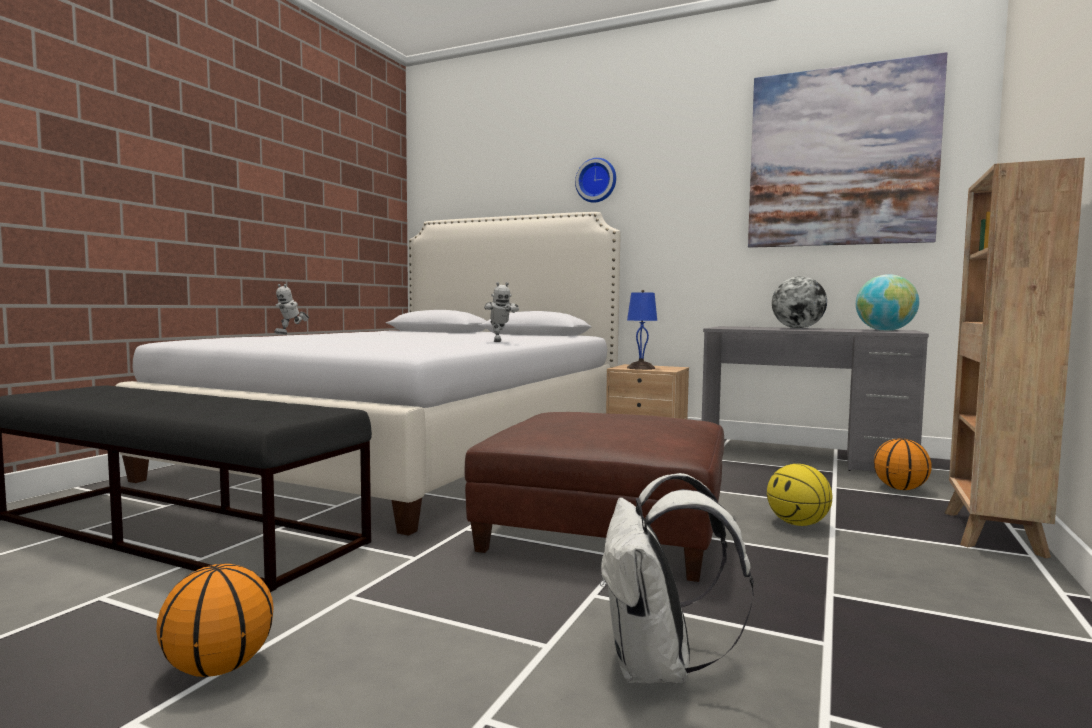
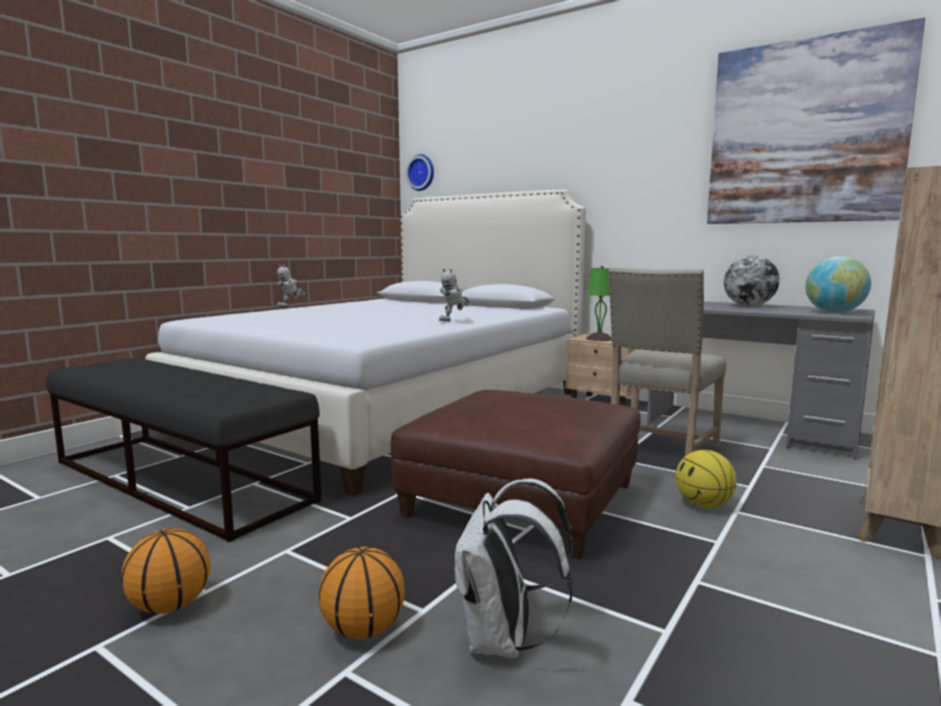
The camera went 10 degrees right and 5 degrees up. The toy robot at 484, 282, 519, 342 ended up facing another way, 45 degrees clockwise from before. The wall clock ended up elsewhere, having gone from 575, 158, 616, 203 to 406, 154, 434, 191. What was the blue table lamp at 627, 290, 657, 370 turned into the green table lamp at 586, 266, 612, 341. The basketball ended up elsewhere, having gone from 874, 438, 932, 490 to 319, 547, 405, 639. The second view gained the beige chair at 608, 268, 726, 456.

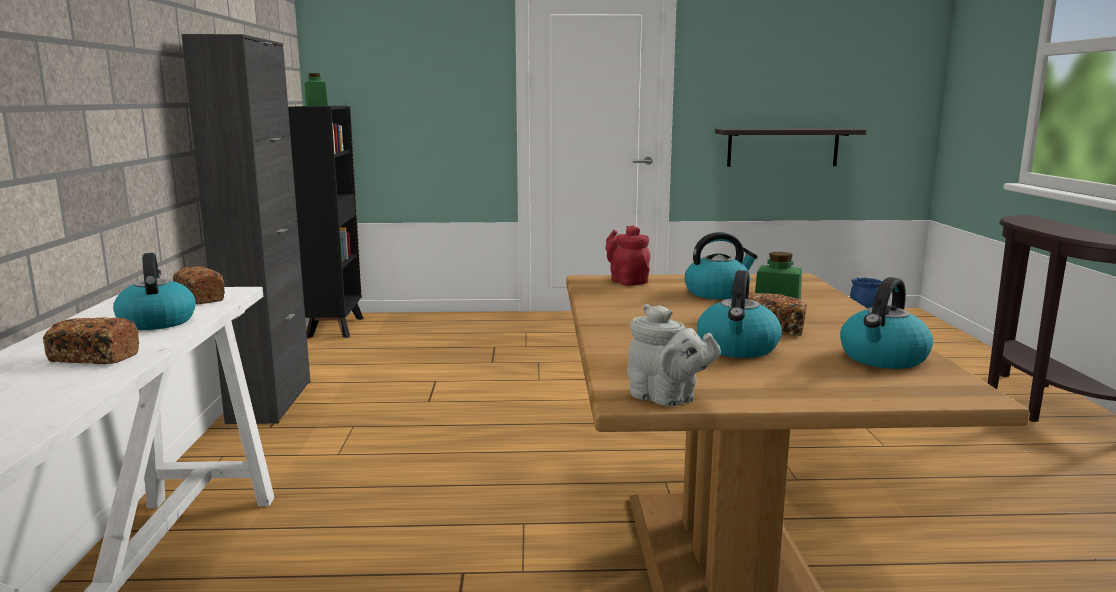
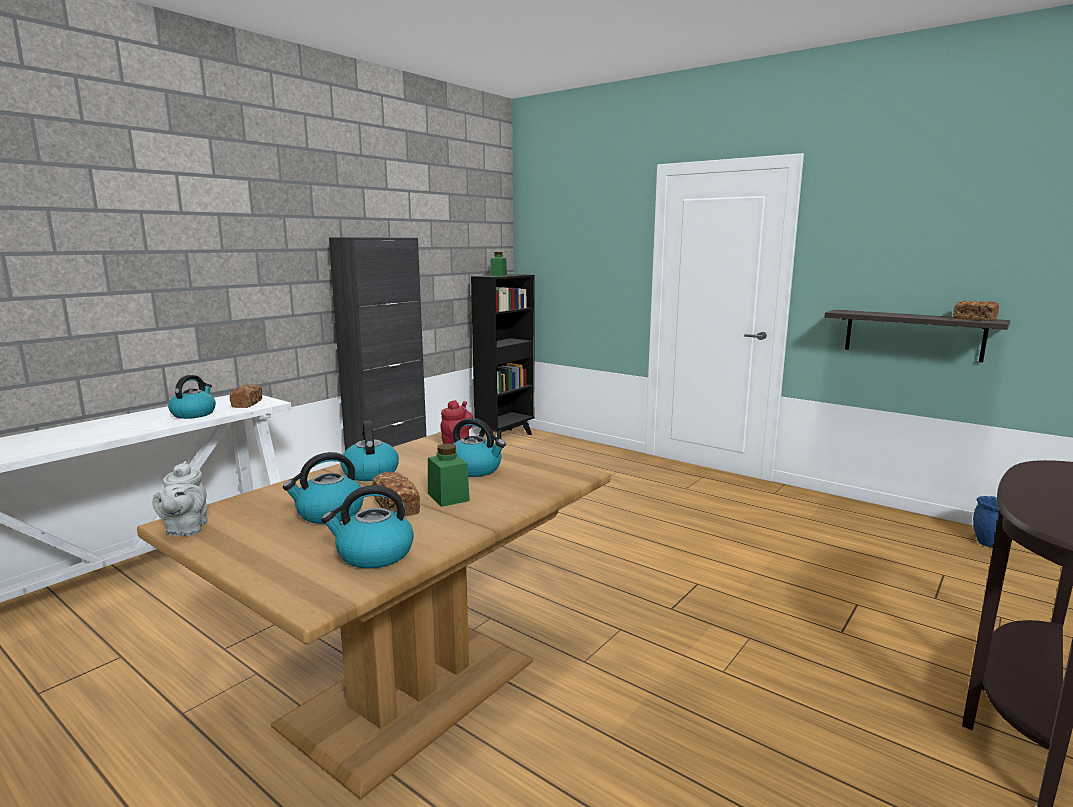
The camera went 40 degrees right and 0 degrees up. The bread ended up elsewhere, having gone from 43, 318, 139, 364 to 953, 301, 999, 321. The second view gained the kettle at 341, 421, 399, 481.

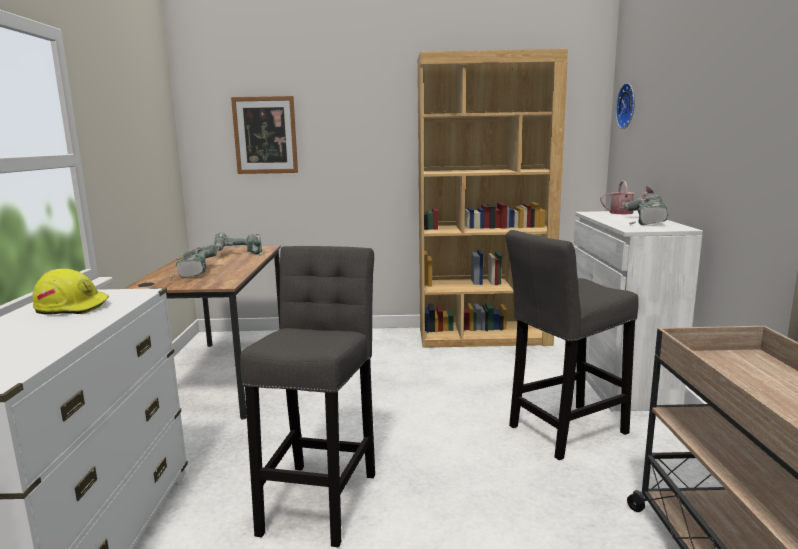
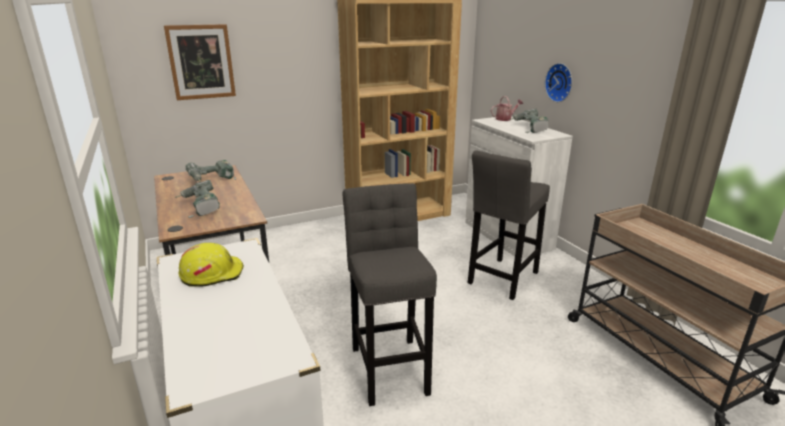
The camera went 25 degrees left and 10 degrees up. The wall clock ended up elsewhere, having gone from 616, 83, 635, 129 to 545, 63, 572, 102.

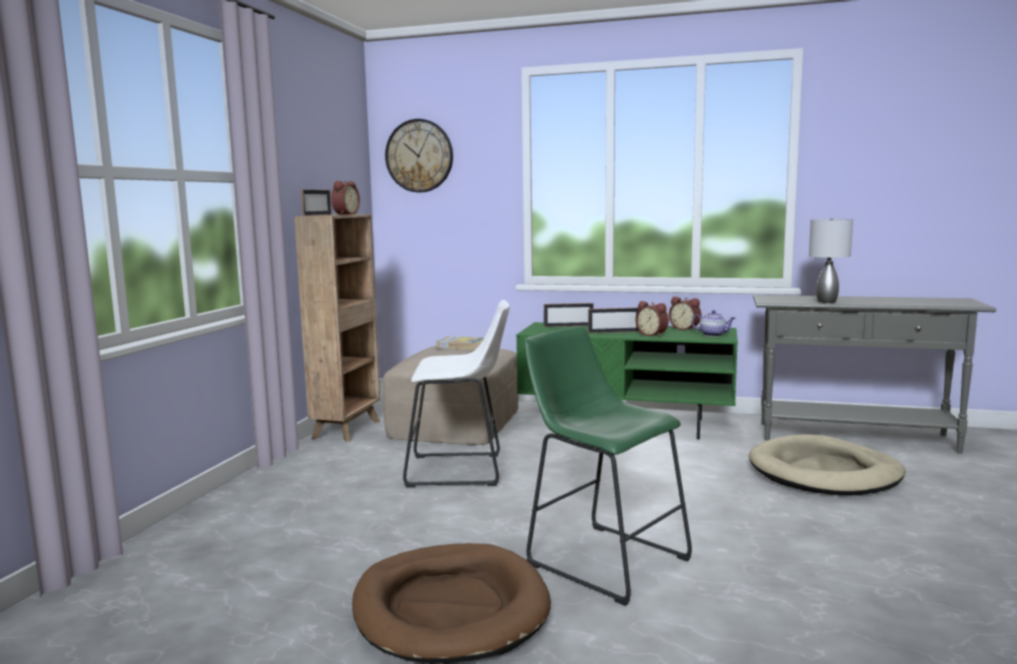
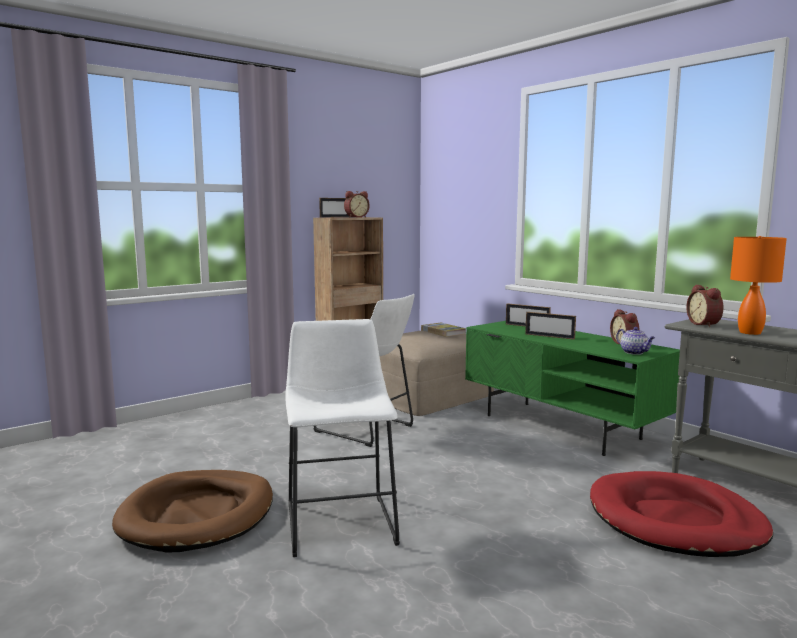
The camera went 35 degrees right and 0 degrees up. The second view lost the wall clock at 385, 119, 453, 192. What was the green stool at 524, 326, 692, 606 turned into the white stool at 285, 319, 400, 557. The alarm clock ended up elsewhere, having gone from 635, 301, 669, 337 to 686, 285, 724, 327. What was the beige dog bed at 749, 434, 905, 496 turned into the red dog bed at 590, 471, 773, 557. What was the grey table lamp at 809, 218, 853, 303 turned into the orange table lamp at 730, 236, 787, 335.

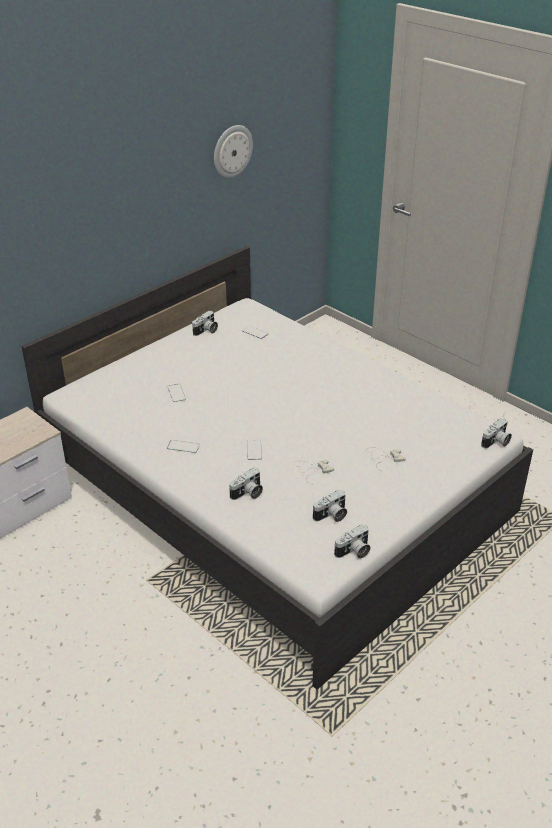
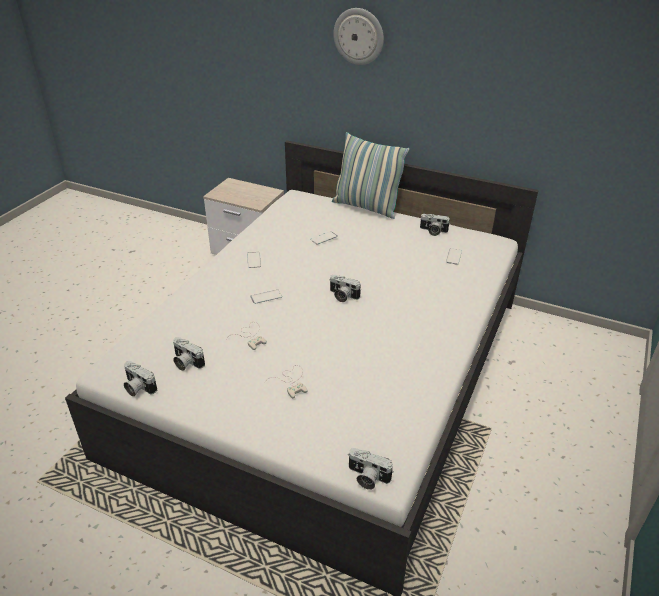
The camera went 70 degrees right and 0 degrees up. The wall clock ended up elsewhere, having gone from 214, 125, 253, 178 to 333, 8, 384, 65. The photo camera ended up elsewhere, having gone from 229, 468, 263, 500 to 330, 275, 361, 302. The second view gained the pillow at 332, 132, 410, 219.

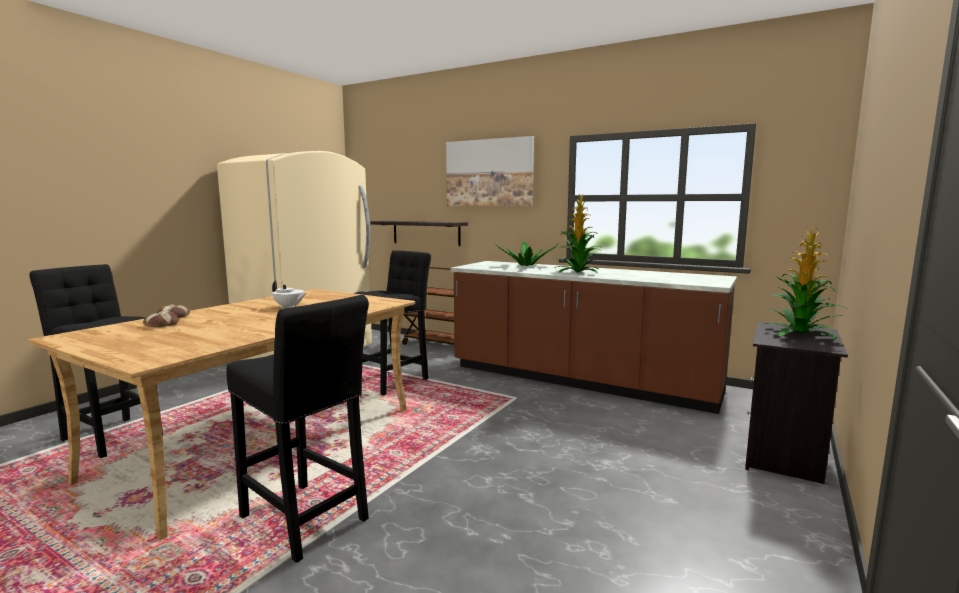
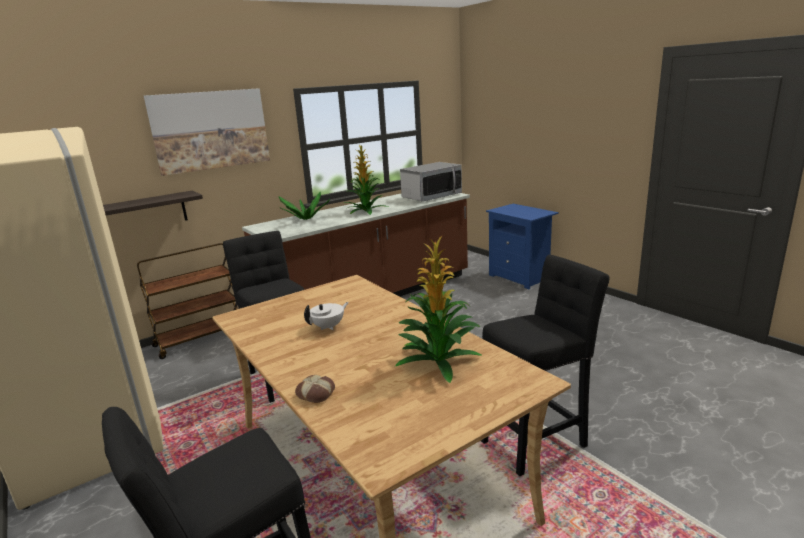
The camera went 65 degrees left and 10 degrees up. The second view lost the bread at 143, 311, 179, 327. What was the black nightstand at 745, 322, 848, 484 turned into the blue nightstand at 486, 204, 559, 289. The potted plant ended up elsewhere, having gone from 764, 226, 847, 340 to 395, 235, 482, 383. The second view gained the microwave at 400, 162, 462, 202.

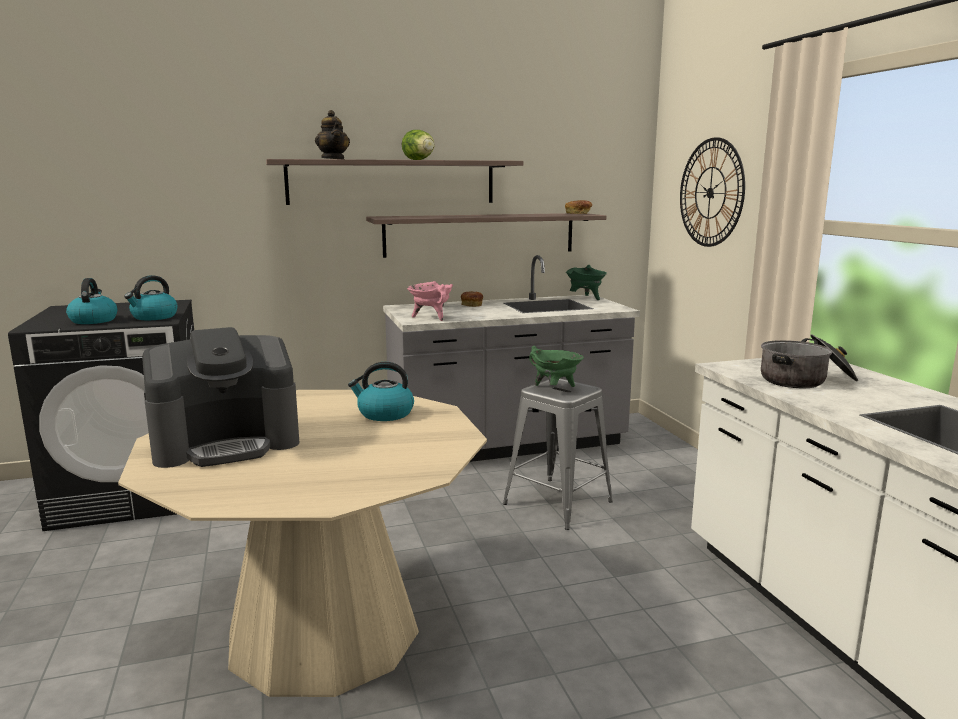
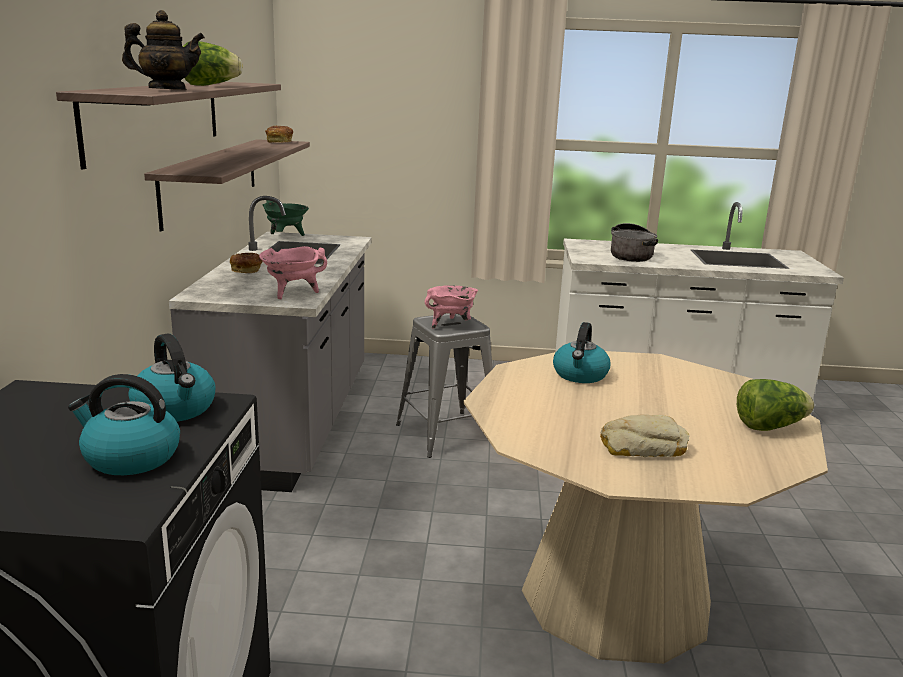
The camera went 70 degrees left and 5 degrees up. Where the coffee machine stood at 142, 327, 299, 468, the bread came to stand at 600, 414, 689, 457. What was the green cooking pot at 529, 346, 584, 387 turned into the pink cooking pot at 425, 285, 478, 328. The second view lost the wall clock at 680, 137, 745, 247. The second view gained the lettuce at 737, 379, 814, 431.

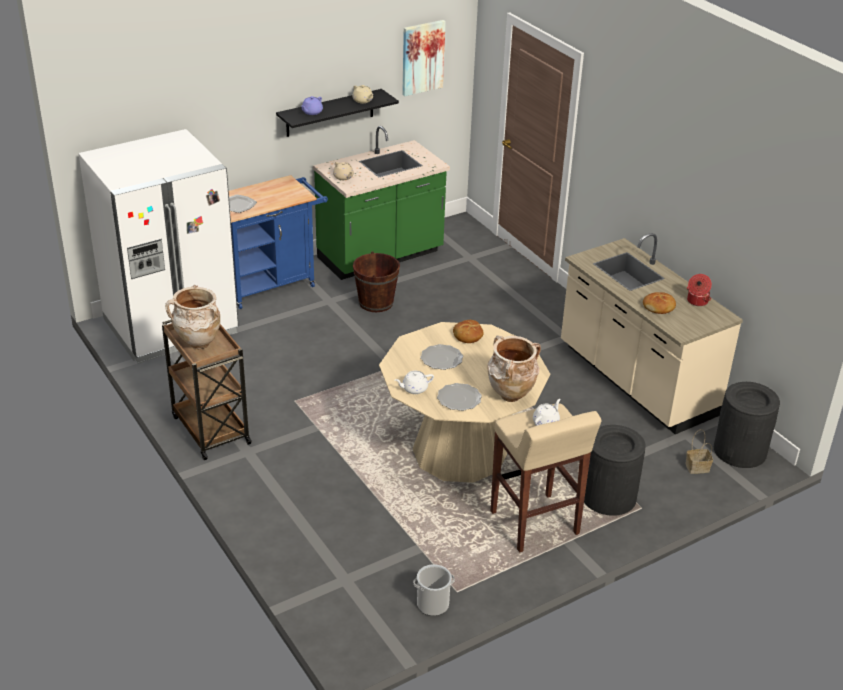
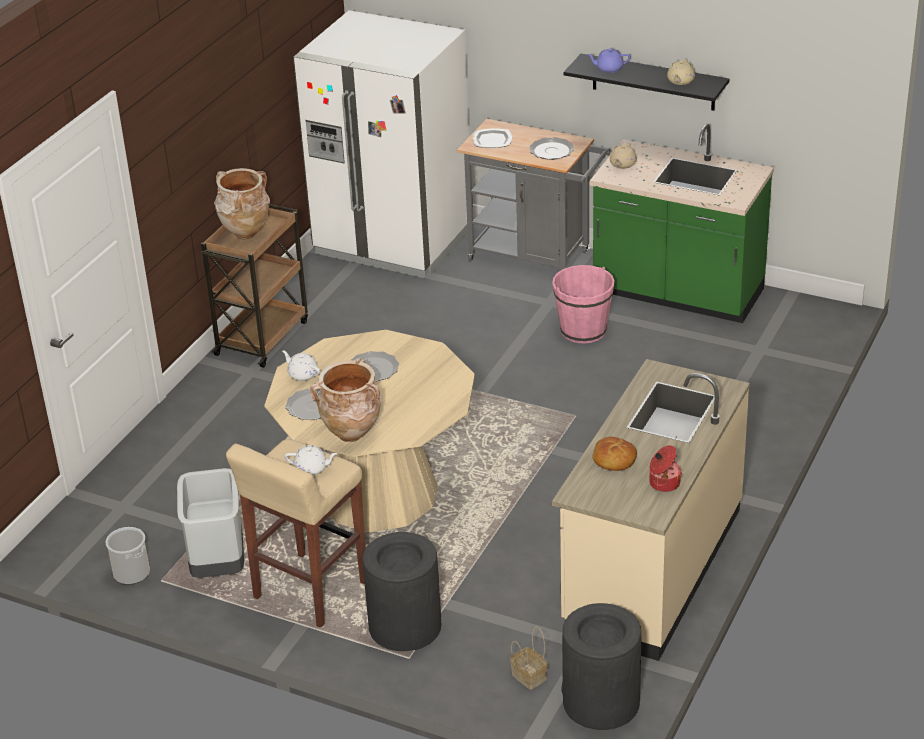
The camera went 60 degrees right and 0 degrees up. What was the blue cart at 229, 175, 328, 309 turned into the grey cart at 457, 119, 611, 271. What was the brown bucket at 353, 251, 400, 312 turned into the pink bucket at 552, 265, 615, 344. The second view lost the picture at 402, 20, 446, 96. The second view lost the bread at 453, 320, 484, 343. The second view gained the grey trash can at 177, 468, 244, 578. The second view gained the plate at 529, 137, 574, 160.

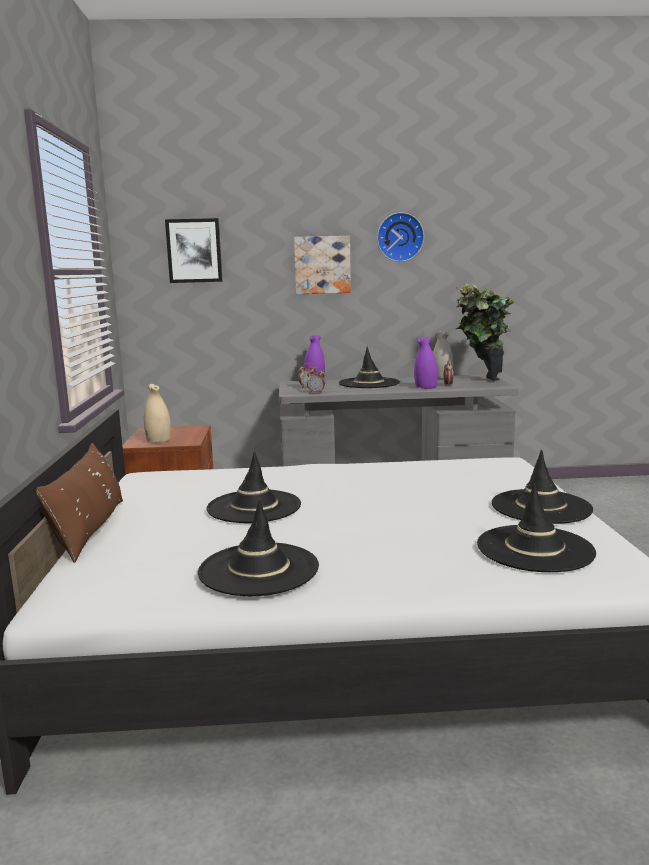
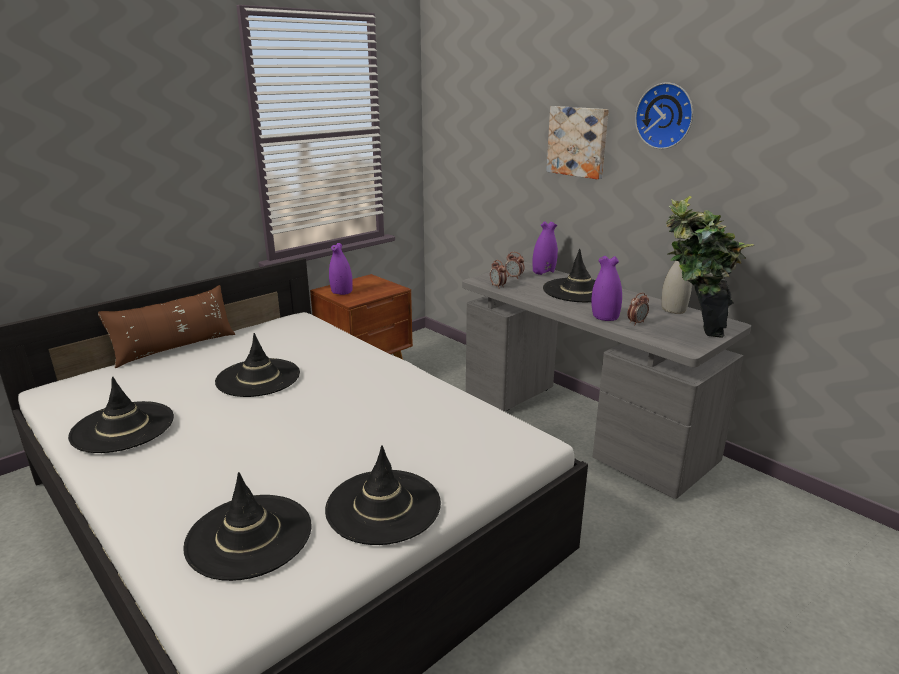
The camera went 50 degrees right and 10 degrees up. What was the beige vase at 143, 384, 171, 443 turned into the purple vase at 329, 243, 353, 295. The second view lost the picture at 165, 218, 222, 283.

